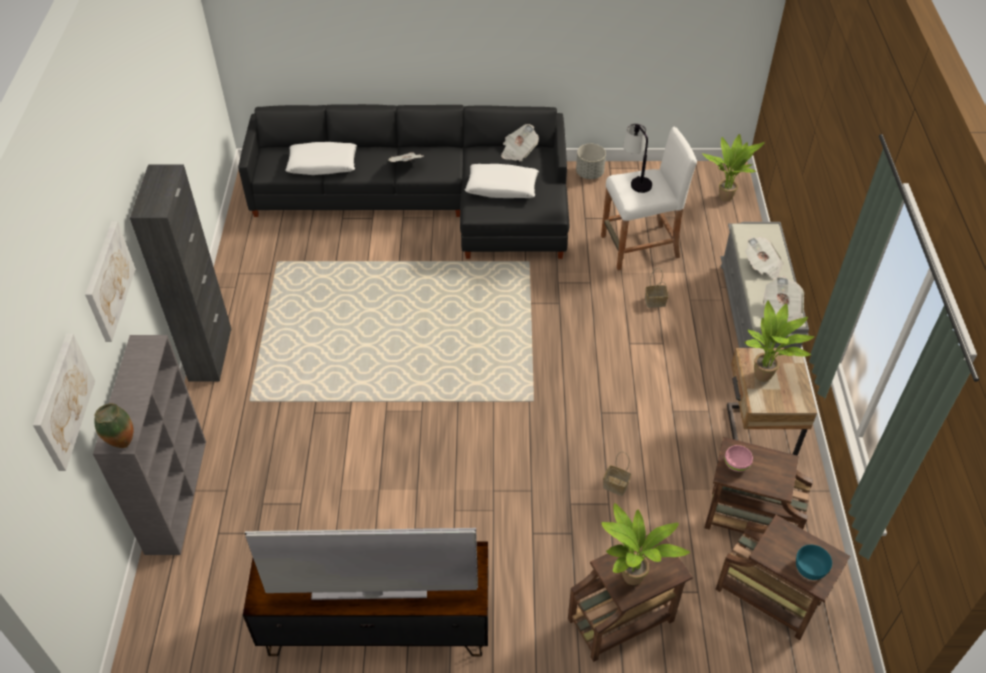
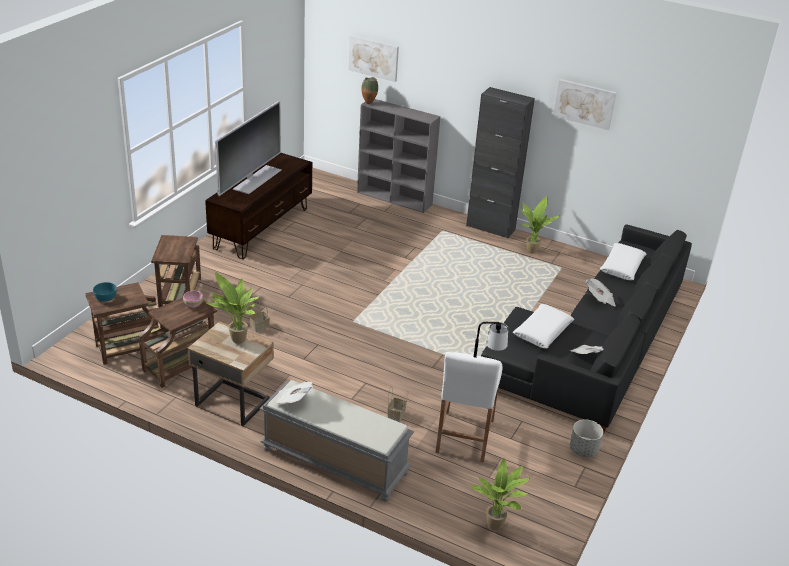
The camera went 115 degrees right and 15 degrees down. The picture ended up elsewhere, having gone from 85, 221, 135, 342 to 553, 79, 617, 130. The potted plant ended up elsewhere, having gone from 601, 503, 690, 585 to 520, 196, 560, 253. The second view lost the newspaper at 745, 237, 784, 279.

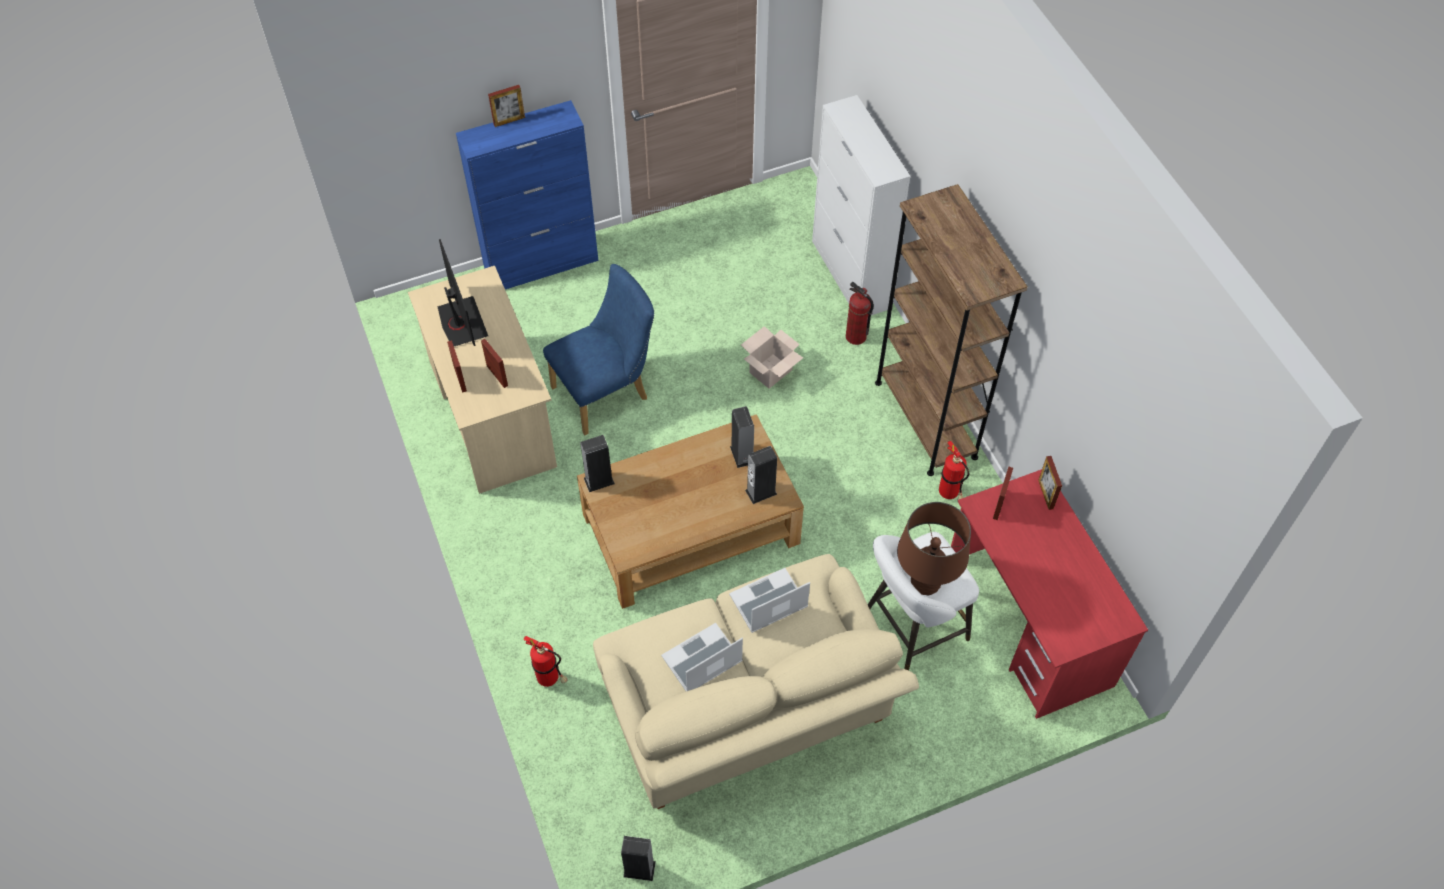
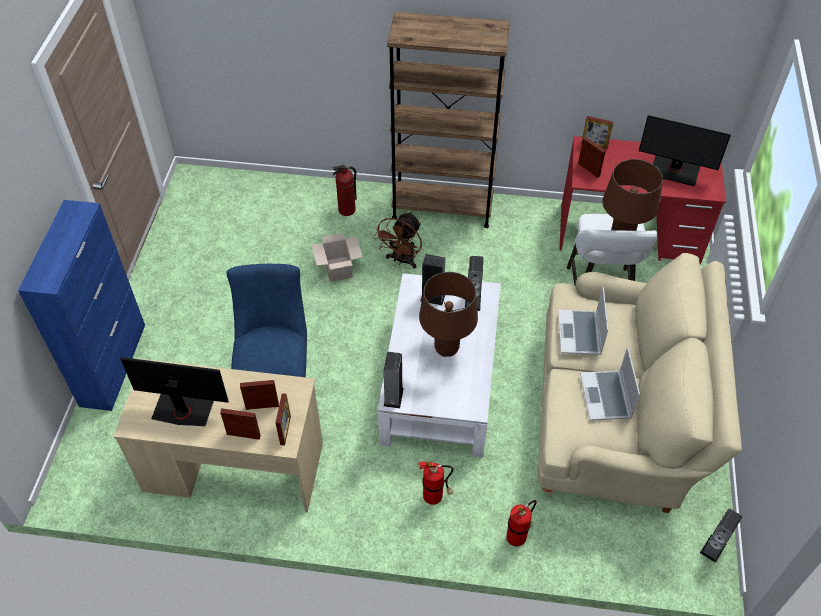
The camera went 60 degrees left and 5 degrees down. The picture frame ended up elsewhere, having gone from 488, 85, 525, 127 to 275, 393, 291, 445. What was the brown coffee table at 577, 414, 804, 609 turned into the white coffee table at 378, 273, 501, 458. The second view lost the white cabinet at 812, 95, 910, 315. The fire extinguisher ended up elsewhere, having gone from 939, 441, 969, 500 to 419, 462, 453, 505. The second view gained the brown fan at 374, 212, 422, 269. The second view gained the brown table lamp at 419, 272, 478, 357. The second view gained the monitor at 639, 115, 731, 186.

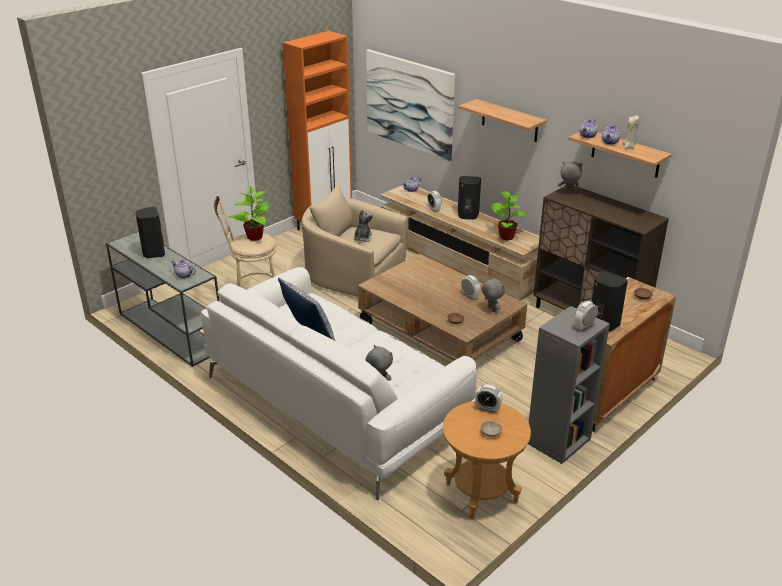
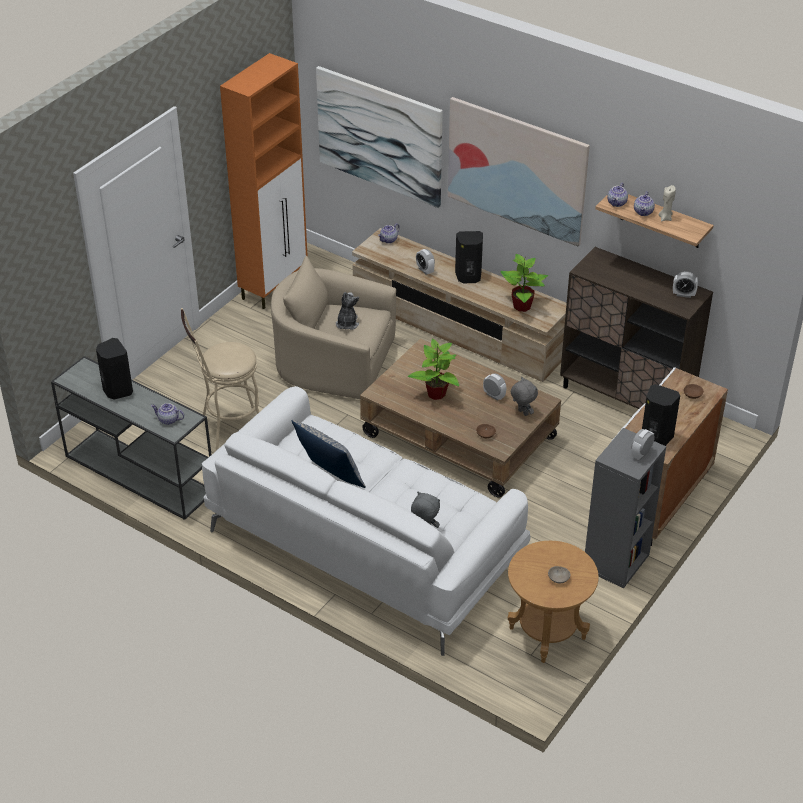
The camera went 10 degrees left and 10 degrees up. The potted plant ended up elsewhere, having gone from 228, 186, 270, 241 to 408, 338, 459, 400. Where the shelf hung at 458, 99, 547, 142, the picture came to hang at 448, 97, 590, 246. The alarm clock ended up elsewhere, having gone from 475, 384, 503, 413 to 673, 271, 698, 298. The second view lost the grey plush toy at 558, 161, 582, 194.

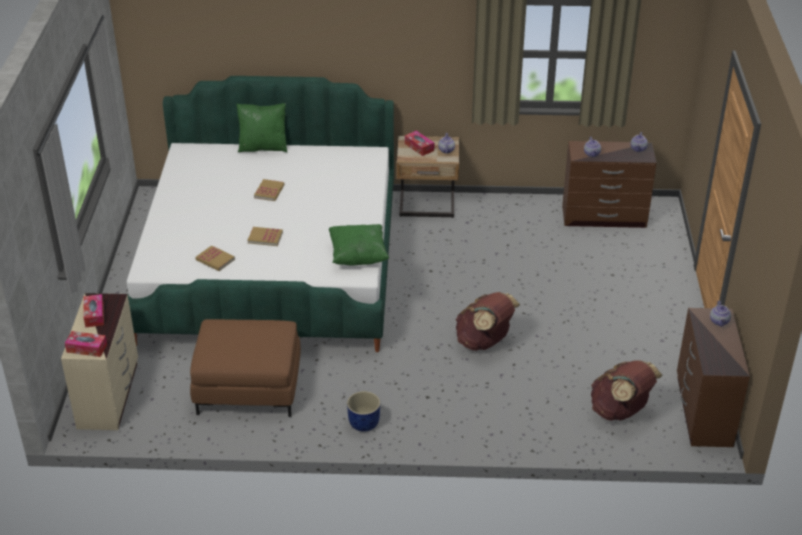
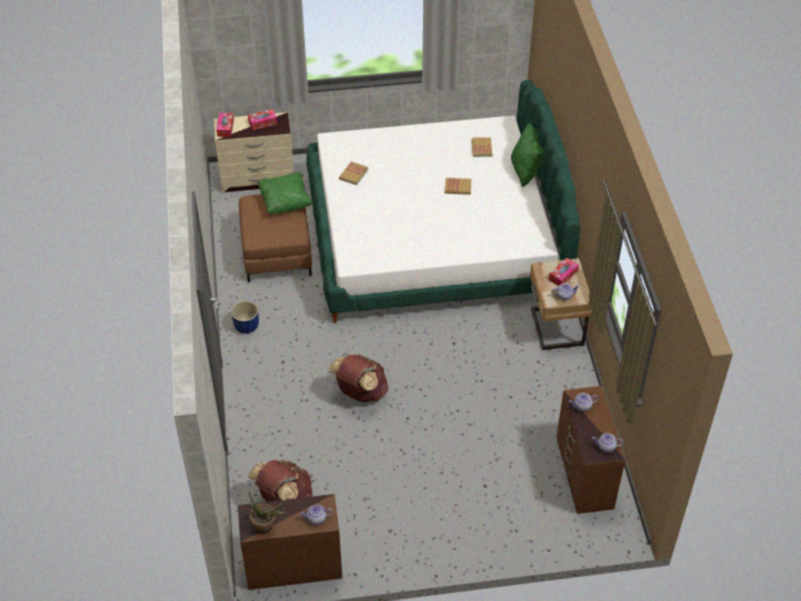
The camera went 80 degrees right and 10 degrees up. The book ended up elsewhere, having gone from 248, 227, 283, 246 to 472, 137, 493, 157. The green pillow ended up elsewhere, having gone from 329, 224, 389, 266 to 257, 172, 313, 214. The second view gained the potted plant at 249, 492, 289, 534.

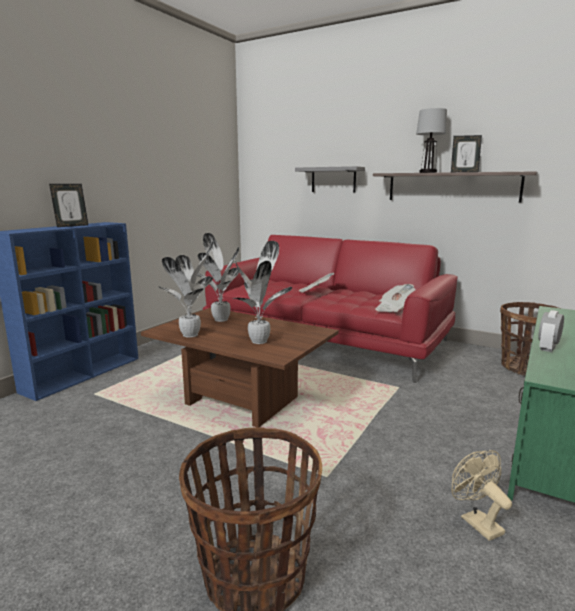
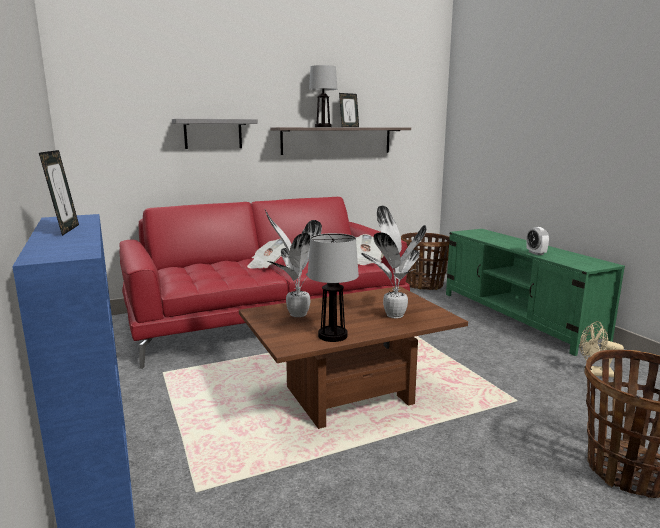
The camera went 55 degrees left and 0 degrees up. Where the potted plant stood at 158, 241, 214, 338, the table lamp came to stand at 308, 233, 359, 342.

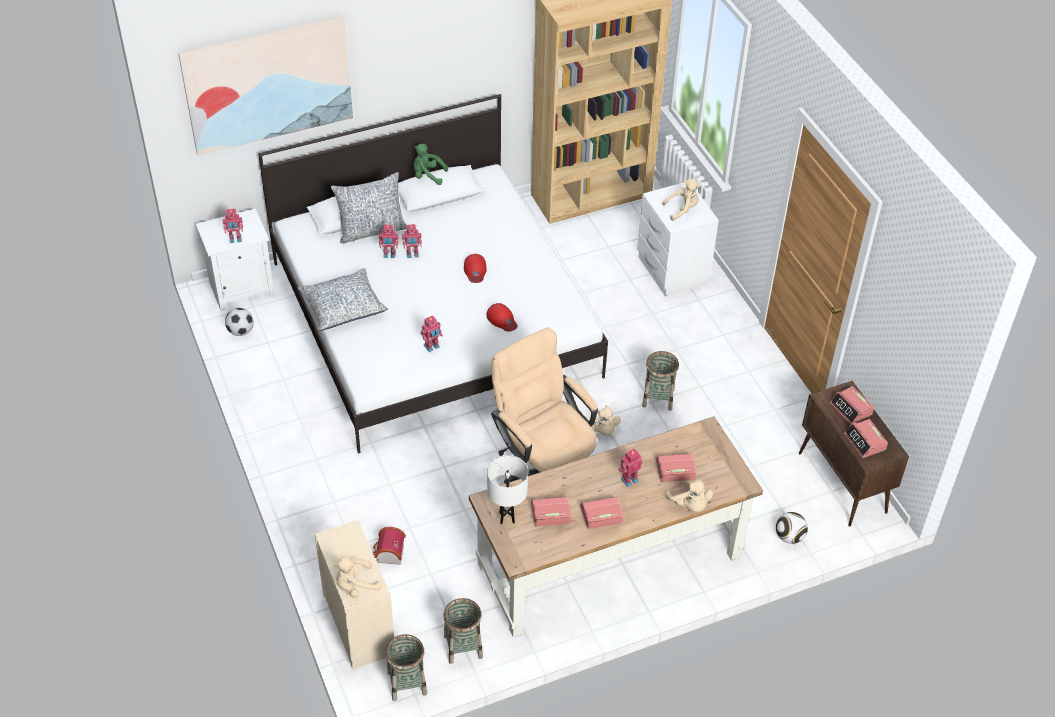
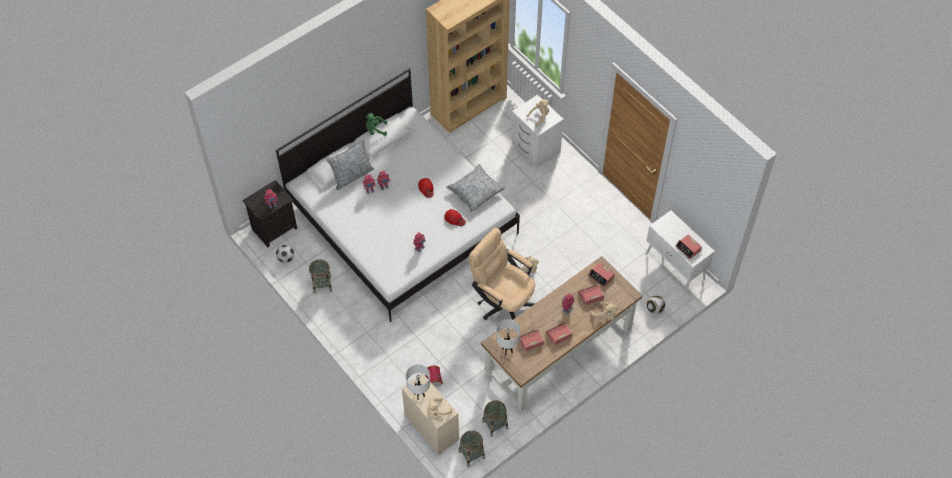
The camera went 15 degrees left and 10 degrees up. The second view lost the picture at 178, 16, 353, 155. What was the white nightstand at 196, 208, 275, 311 turned into the black nightstand at 242, 180, 297, 247. The pillow ended up elsewhere, having gone from 298, 268, 388, 331 to 446, 164, 505, 212. The basket ended up elsewhere, having gone from 642, 351, 679, 411 to 309, 259, 332, 294. What was the brown cabinet at 799, 381, 909, 527 turned into the white cabinet at 645, 210, 715, 294. The alarm clock ended up elsewhere, having gone from 830, 386, 874, 424 to 588, 262, 615, 287. The second view gained the white table lamp at 406, 364, 430, 400.

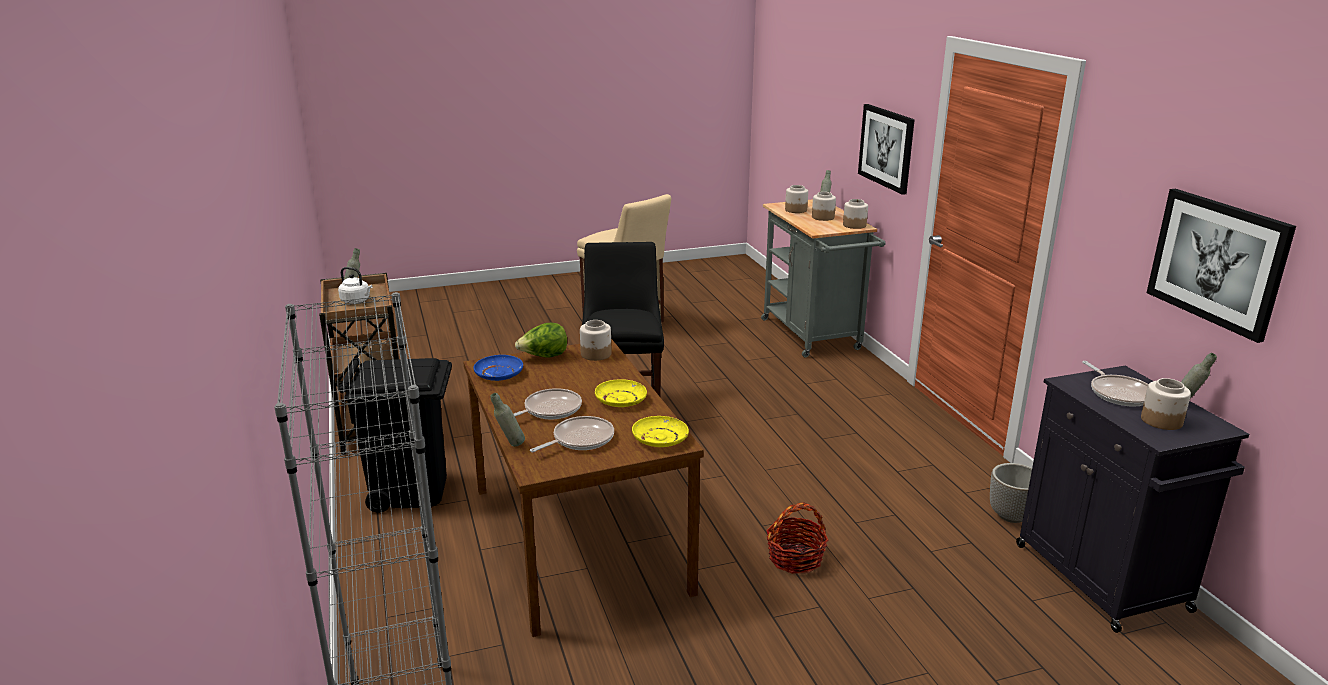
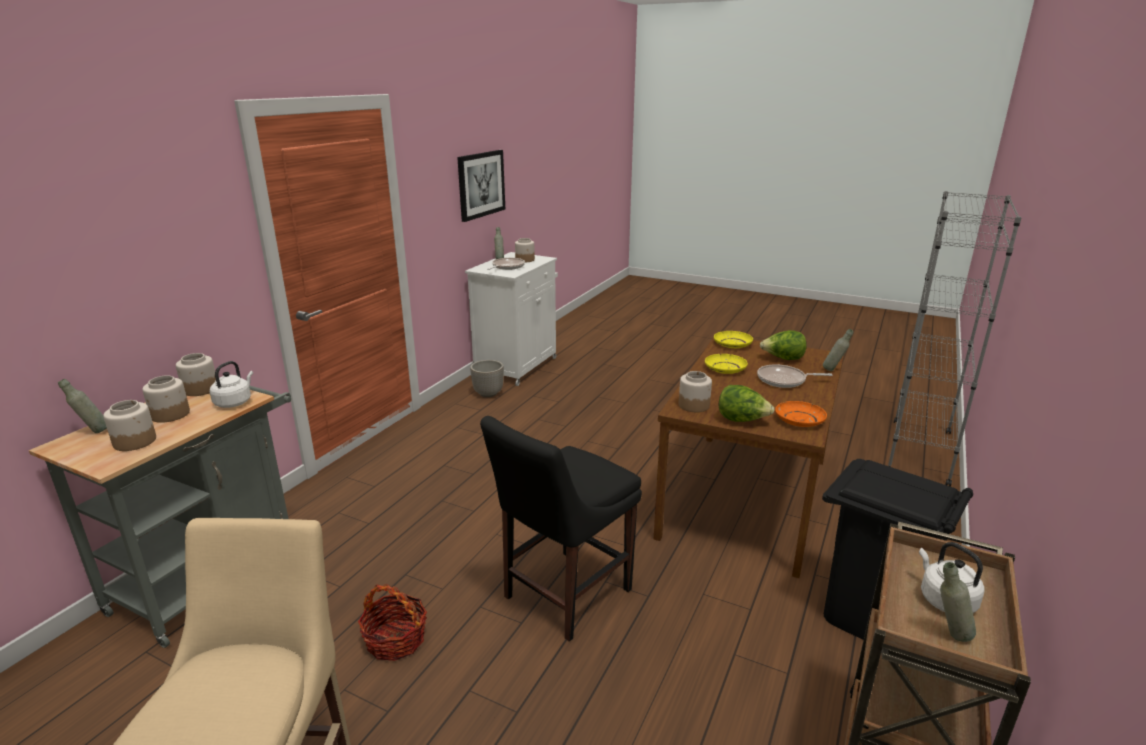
The camera went 135 degrees left and 0 degrees up. What was the blue plate at 473, 355, 523, 381 turned into the orange plate at 775, 401, 827, 427. Where the frying pan stood at 530, 416, 614, 452, the lettuce came to stand at 760, 330, 807, 360. The basket ended up elsewhere, having gone from 766, 502, 829, 574 to 358, 584, 427, 661. The second view lost the picture at 858, 104, 915, 195. What was the black cabinet at 1016, 366, 1249, 633 turned into the white cabinet at 465, 252, 558, 386. The second view gained the white kettle at 210, 361, 253, 408.

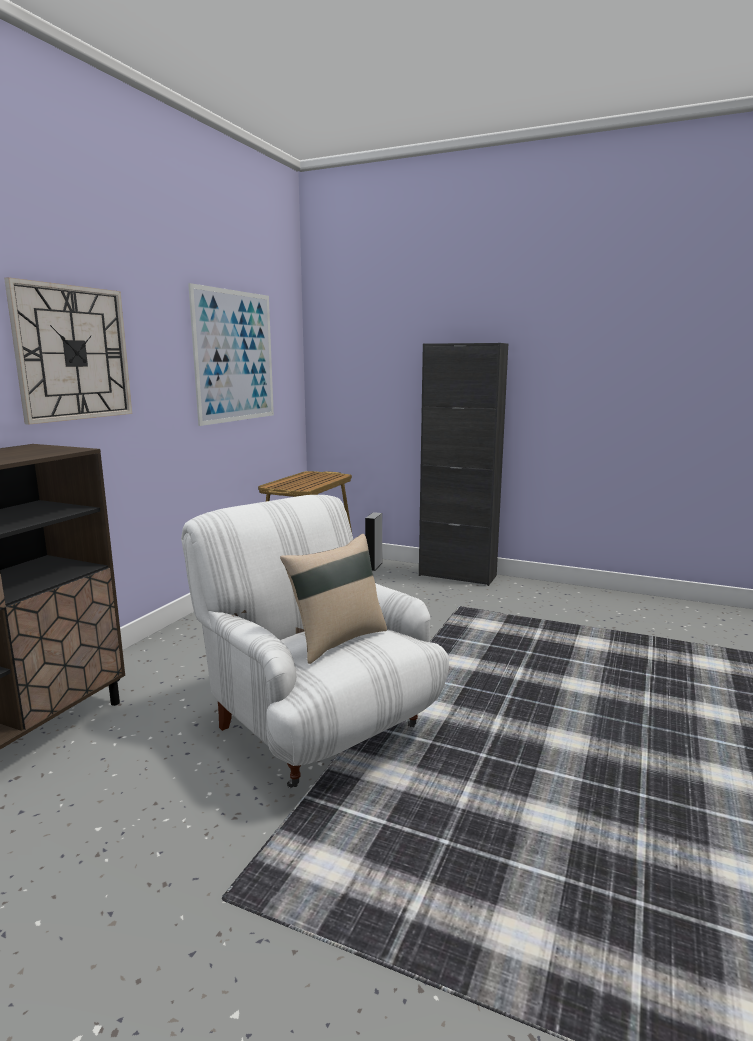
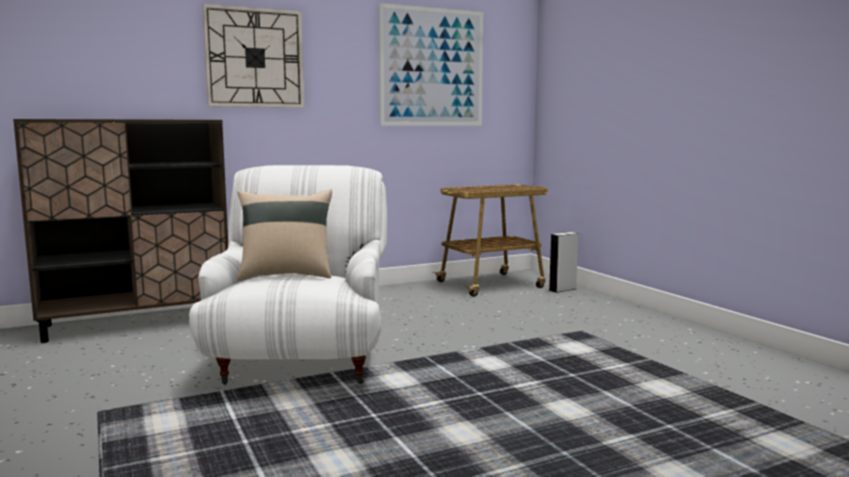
The camera went 40 degrees right and 5 degrees down. The second view lost the black cabinet at 419, 343, 508, 586.

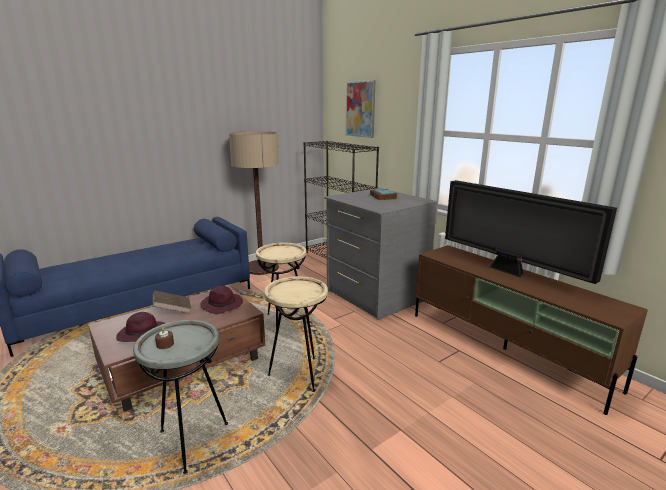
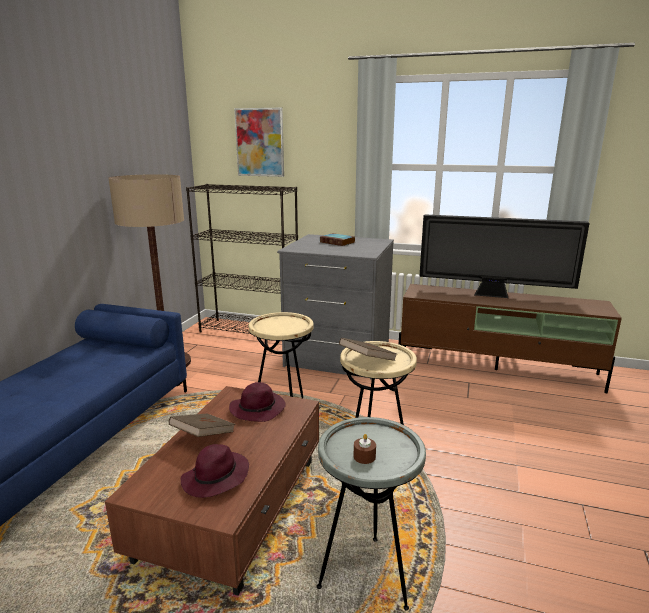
The camera went 35 degrees left and 0 degrees up. The second view gained the brown book at 339, 338, 397, 361.

